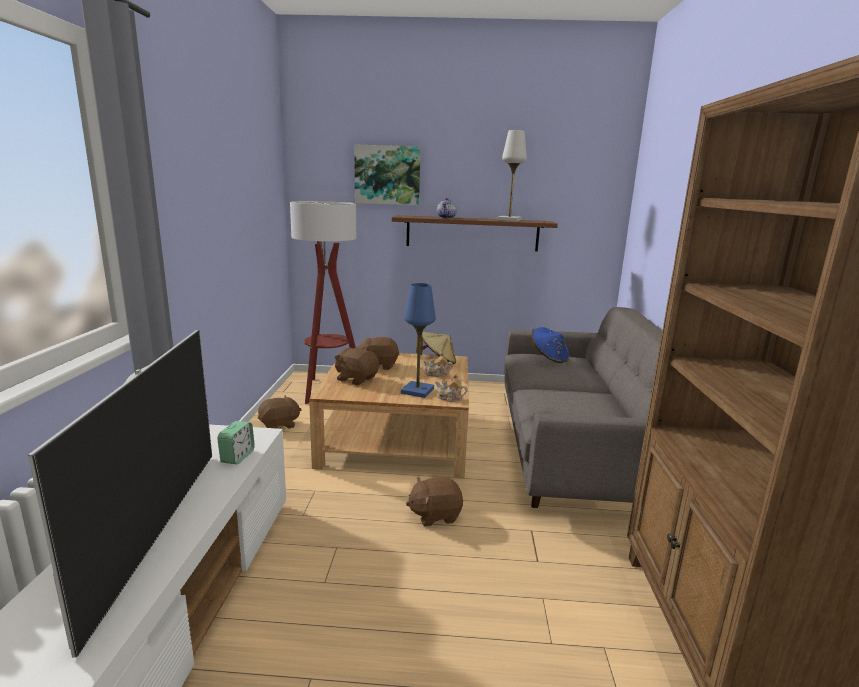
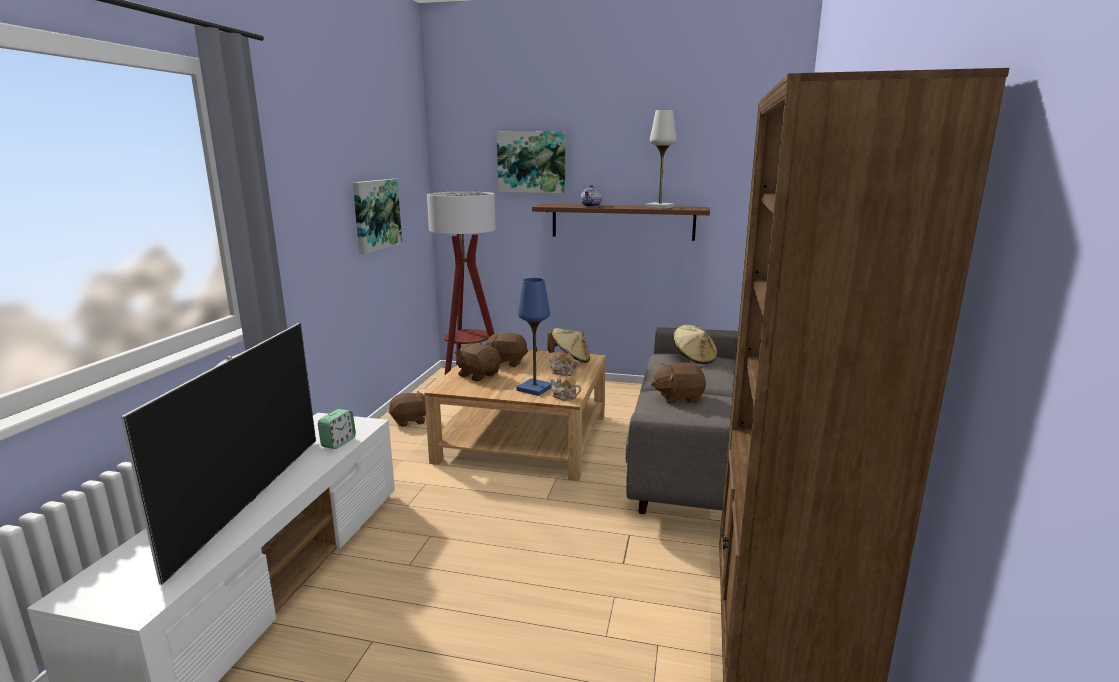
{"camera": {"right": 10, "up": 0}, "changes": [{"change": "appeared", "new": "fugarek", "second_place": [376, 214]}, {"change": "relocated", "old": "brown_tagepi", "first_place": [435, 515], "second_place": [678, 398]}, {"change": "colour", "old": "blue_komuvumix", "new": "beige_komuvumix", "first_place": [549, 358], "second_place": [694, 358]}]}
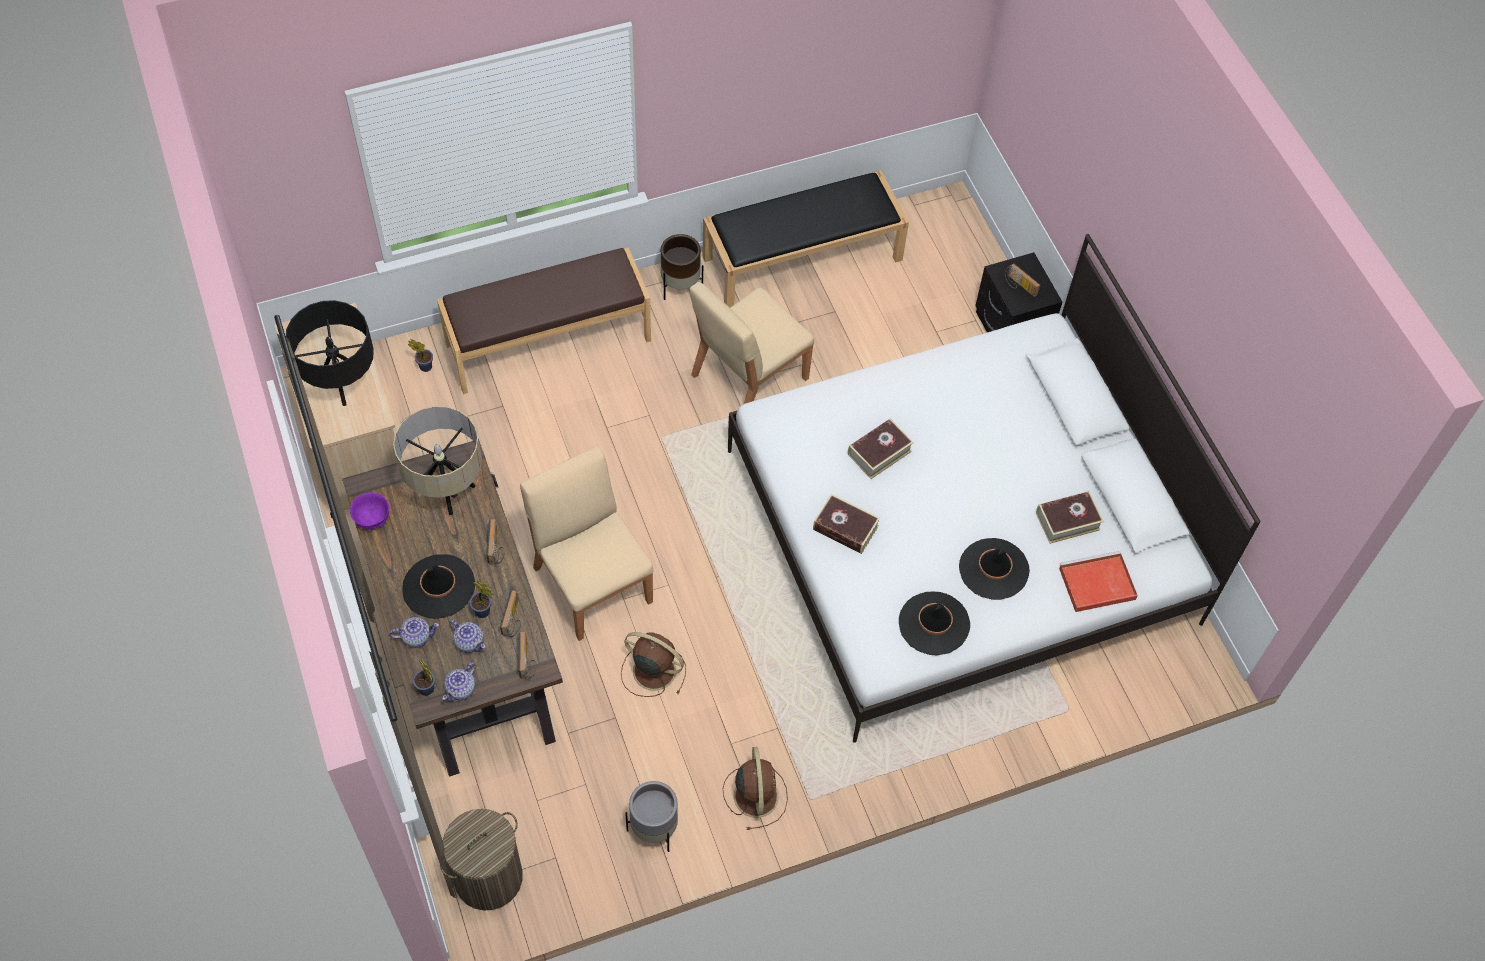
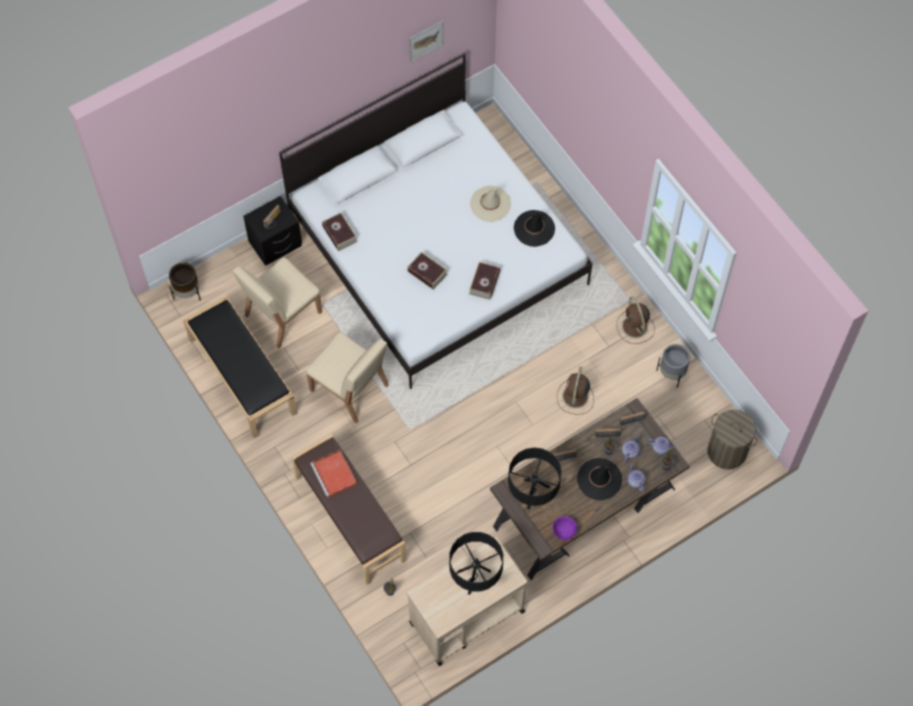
{"camera": {"right": -100, "up": 5}, "changes": [{"change": "appeared", "new": "fugarek", "second_place": [425, 41]}, {"change": "relocated", "old": "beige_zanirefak", "first_place": [592, 582], "second_place": [282, 314]}, {"change": "relocated", "old": "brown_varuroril", "first_place": [680, 287], "second_place": [188, 293]}, {"change": "relocated", "old": "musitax", "first_place": [1067, 521], "second_place": [339, 234]}, {"change": "relocated", "old": "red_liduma", "first_place": [1095, 584], "second_place": [335, 475]}, {"change": "colour", "old": "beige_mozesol", "new": "black_mozesol", "first_place": [446, 491], "second_place": [532, 494]}, {"change": "colour", "old": "black_komuvumix", "new": "beige_komuvumix", "first_place": [993, 569], "second_place": [490, 204]}, {"change": "spun", "old": "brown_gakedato", "first_place": [755, 794], "second_place": [635, 327], "degrees": -90}]}
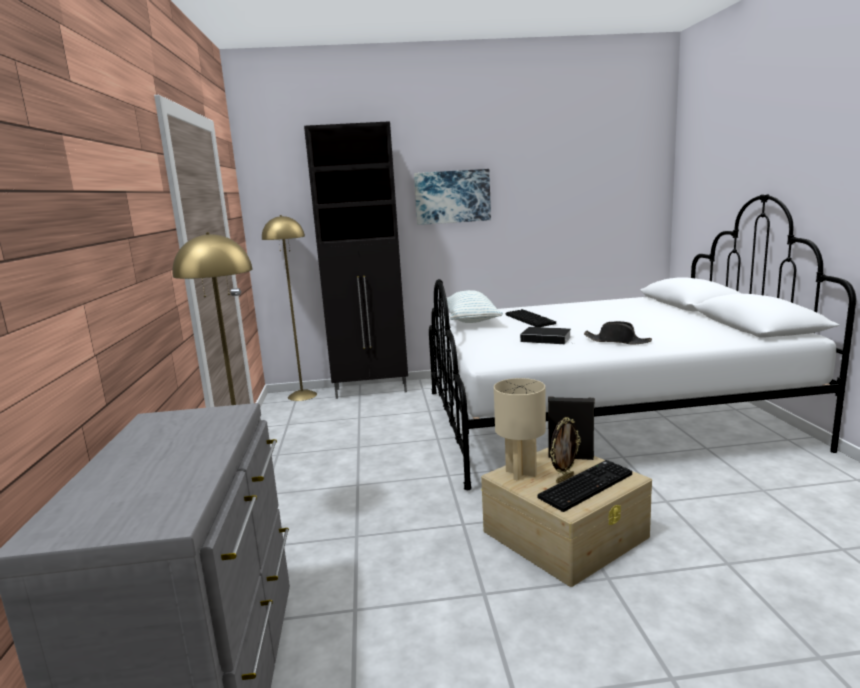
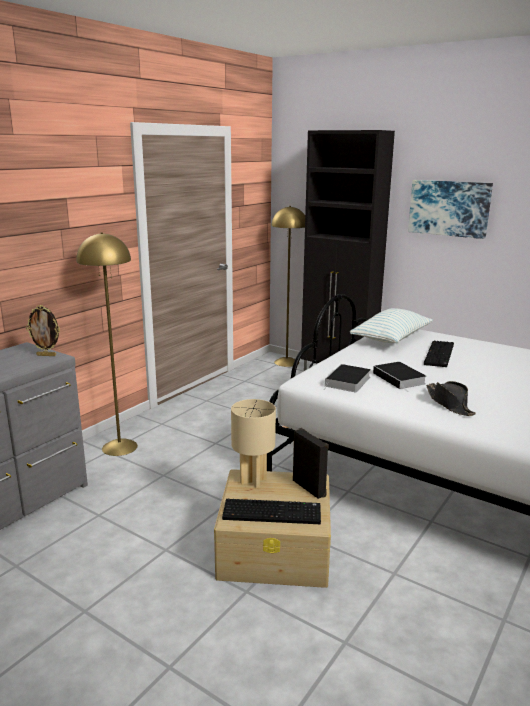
{"camera": {"right": 40, "up": 5}, "changes": [{"change": "appeared", "new": "musitax", "second_place": [347, 382]}, {"change": "relocated", "old": "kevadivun", "first_place": [564, 478], "second_place": [46, 355]}]}
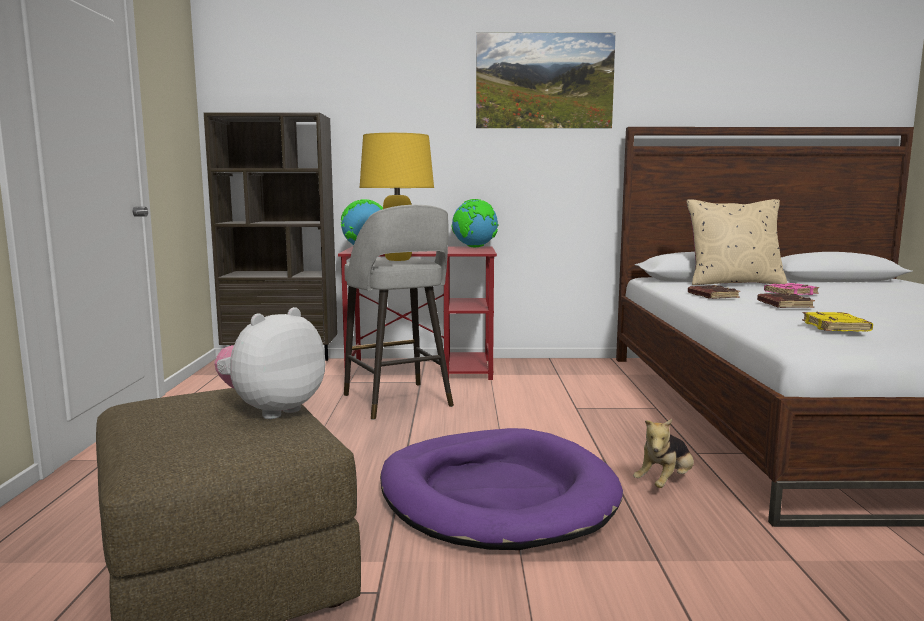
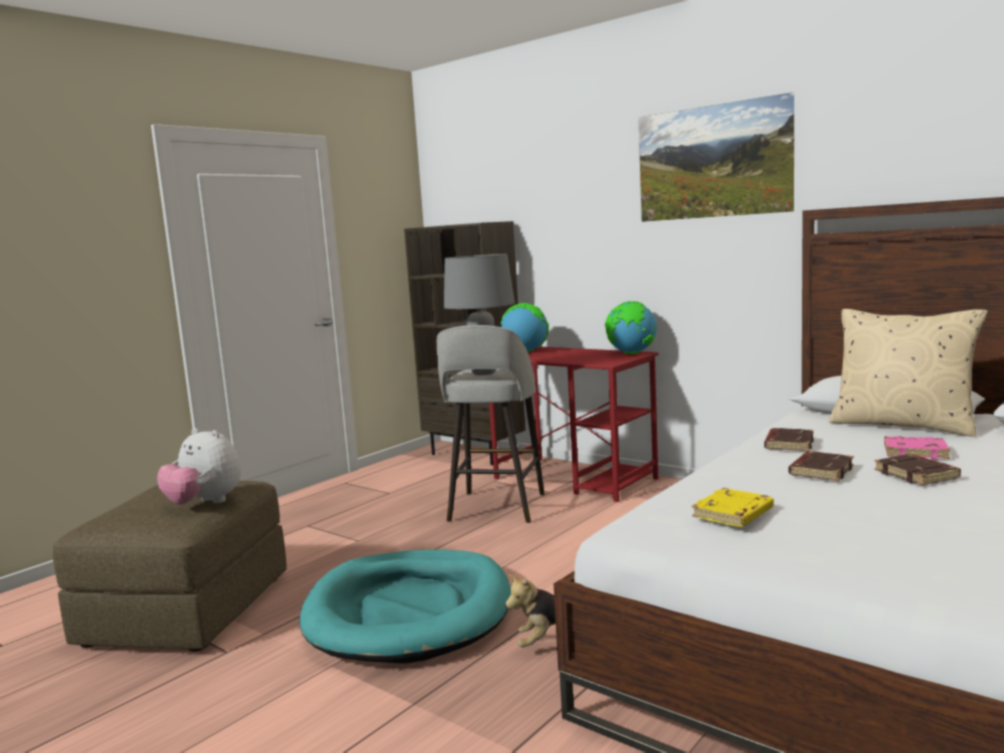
{"camera": {"right": 40, "up": 0}, "changes": [{"change": "appeared", "new": "brown_musitax", "second_place": [917, 475]}, {"change": "colour", "old": "yellow_mozesol", "new": "grey_mozesol", "first_place": [398, 260], "second_place": [484, 373]}, {"change": "colour", "old": "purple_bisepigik", "new": "turquoise_bisepigik", "first_place": [496, 495], "second_place": [409, 612]}, {"change": "spun", "old": "tagepi", "first_place": [272, 410], "second_place": [204, 503], "degrees": -135}]}
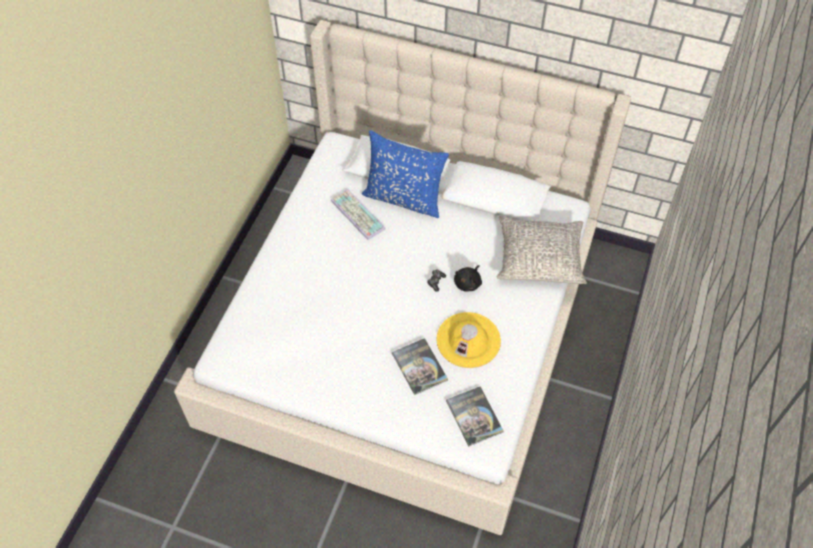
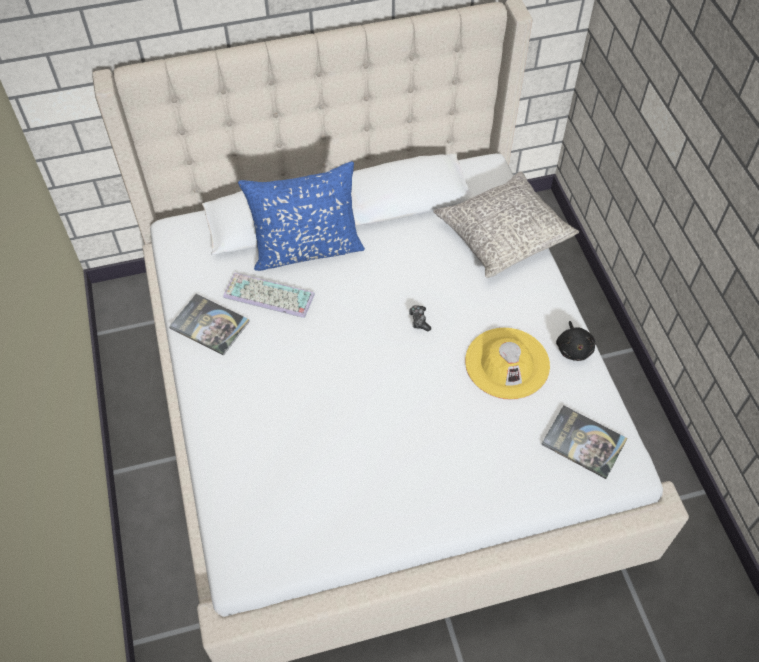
{"camera": {"right": -35, "up": 0}, "changes": [{"change": "relocated", "old": "musitax", "first_place": [419, 367], "second_place": [210, 325]}, {"change": "relocated", "old": "black_tagepi", "first_place": [468, 283], "second_place": [574, 348]}]}
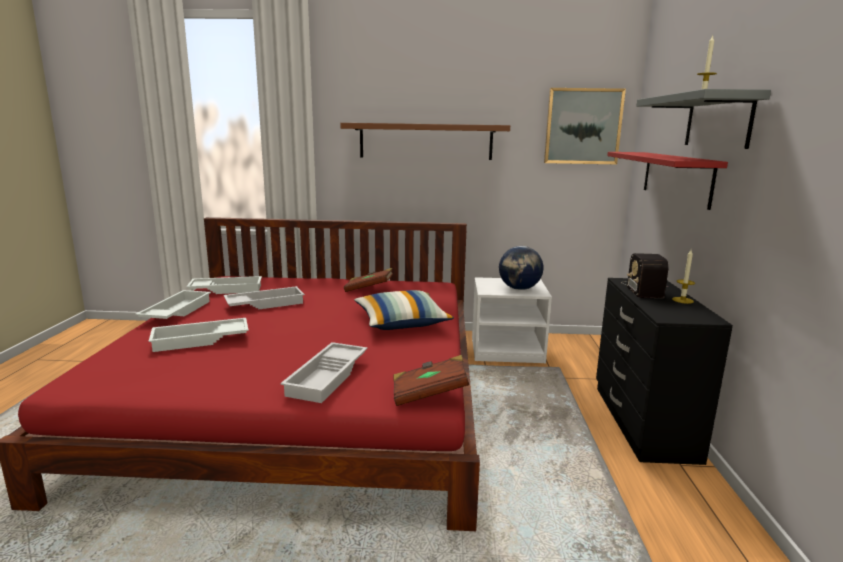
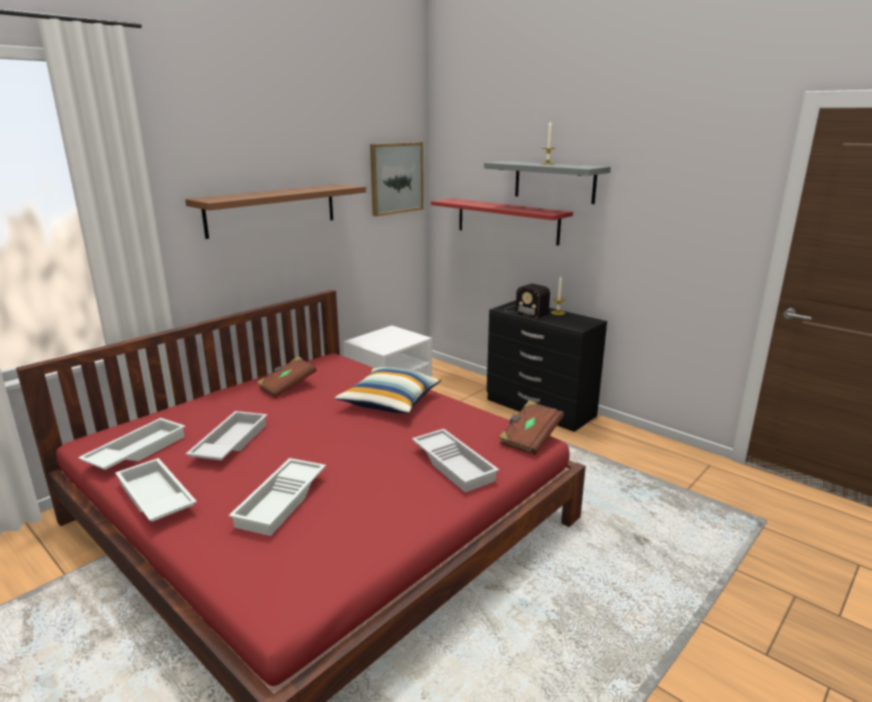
{"camera": {"right": -50, "up": 5}, "changes": [{"change": "missing", "old": "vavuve", "first_place": [519, 289]}]}
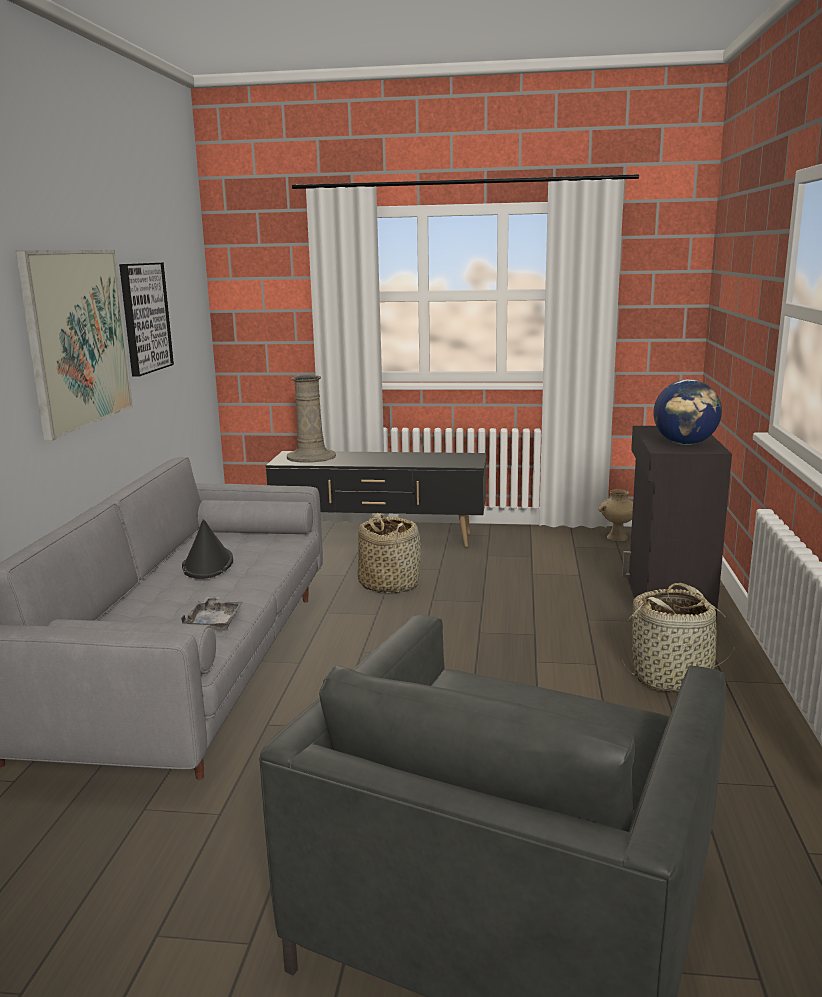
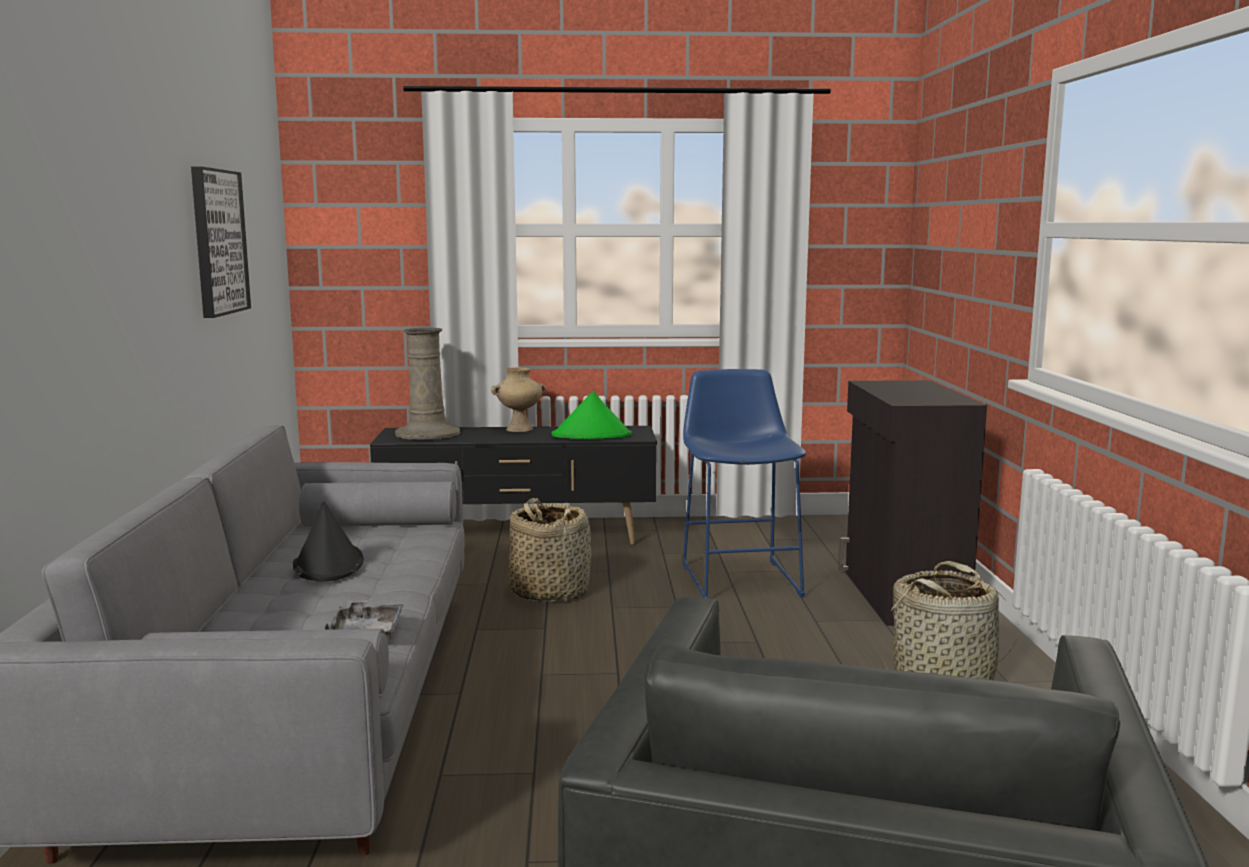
{"camera": {"right": -10, "up": -5}, "changes": [{"change": "missing", "old": "fugarek", "first_place": [77, 339]}, {"change": "missing", "old": "vavuve", "first_place": [685, 444]}, {"change": "appeared", "new": "green_komuvumix", "second_place": [592, 435]}, {"change": "appeared", "new": "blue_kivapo", "second_place": [739, 578]}, {"change": "relocated", "old": "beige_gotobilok", "first_place": [617, 537], "second_place": [520, 429]}]}
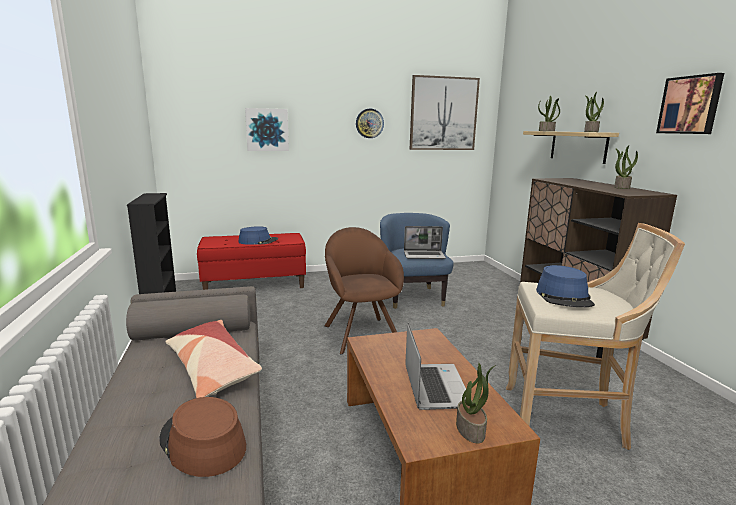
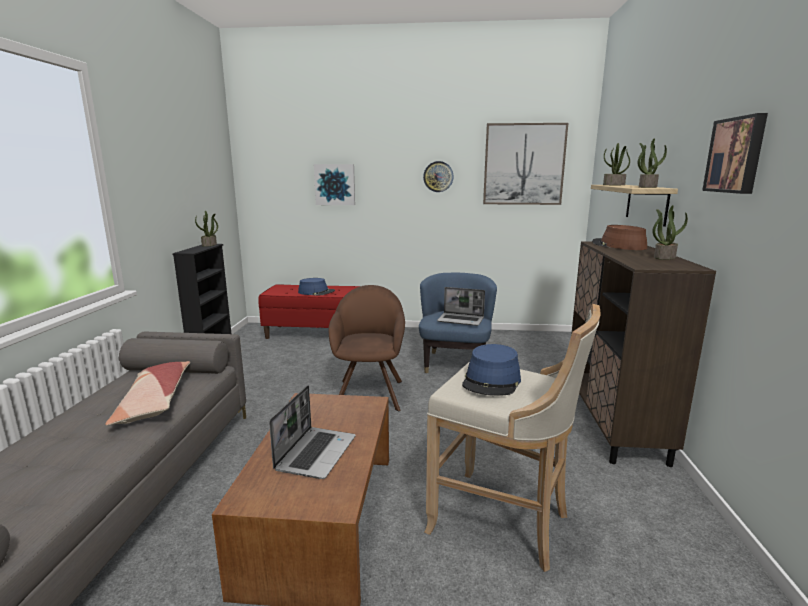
{"camera": {"right": 20, "up": 0}, "changes": [{"change": "relocated", "old": "brown_komuvumix", "first_place": [202, 443], "second_place": [618, 246]}, {"change": "relocated", "old": "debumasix", "first_place": [471, 430], "second_place": [209, 245]}]}
